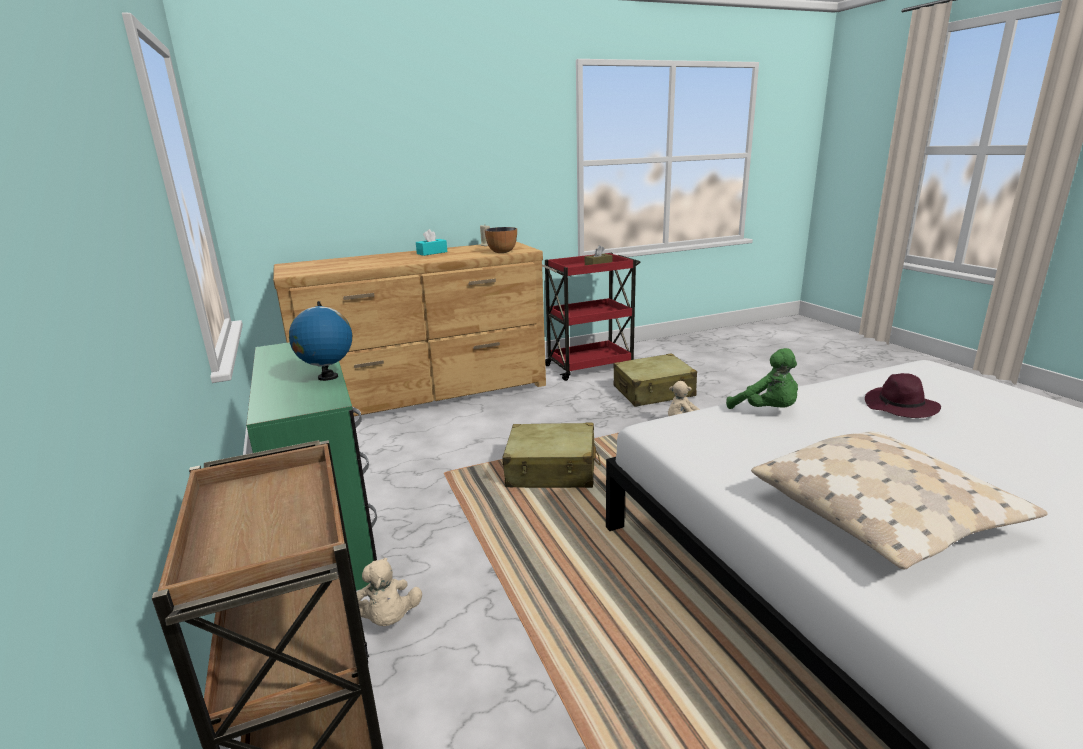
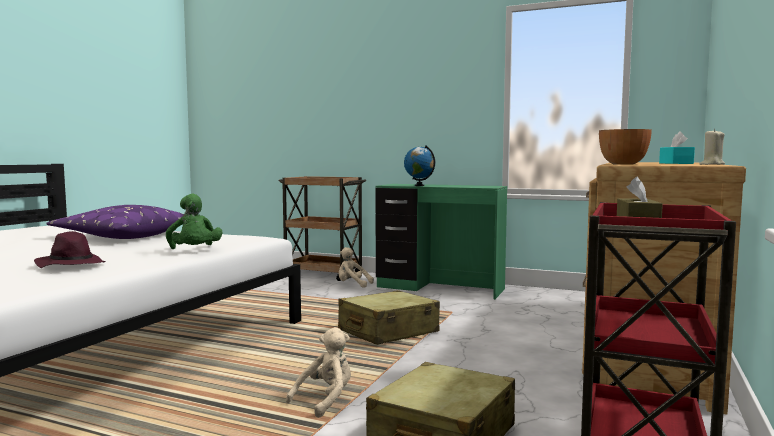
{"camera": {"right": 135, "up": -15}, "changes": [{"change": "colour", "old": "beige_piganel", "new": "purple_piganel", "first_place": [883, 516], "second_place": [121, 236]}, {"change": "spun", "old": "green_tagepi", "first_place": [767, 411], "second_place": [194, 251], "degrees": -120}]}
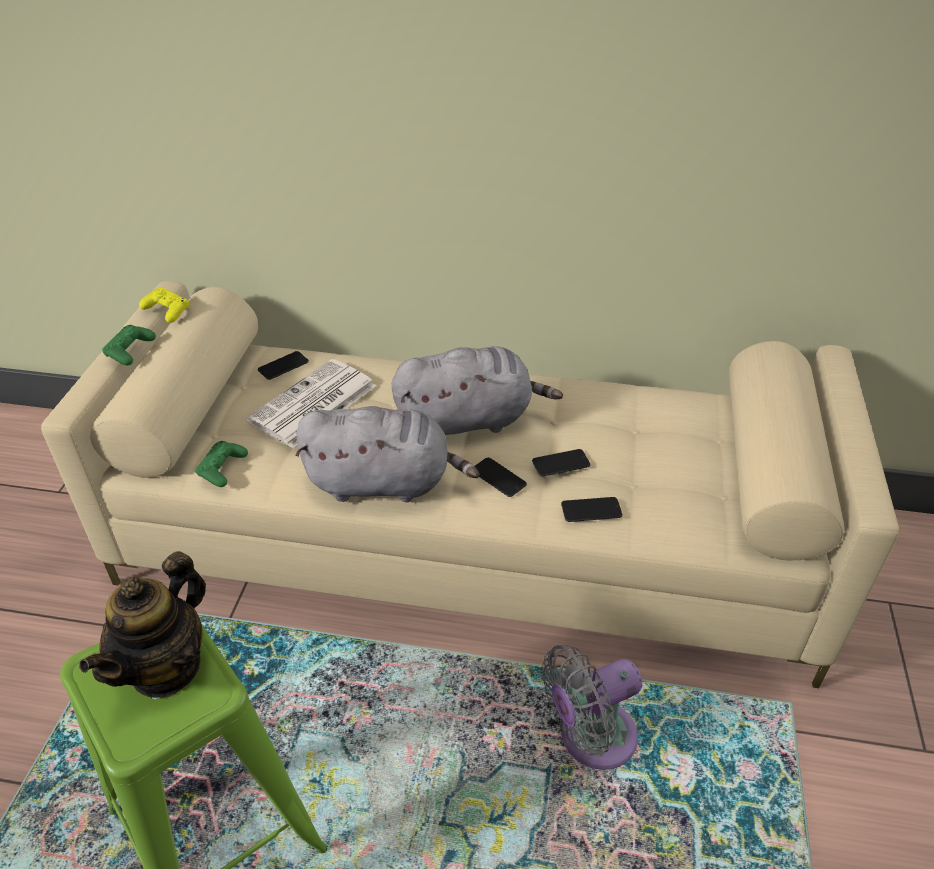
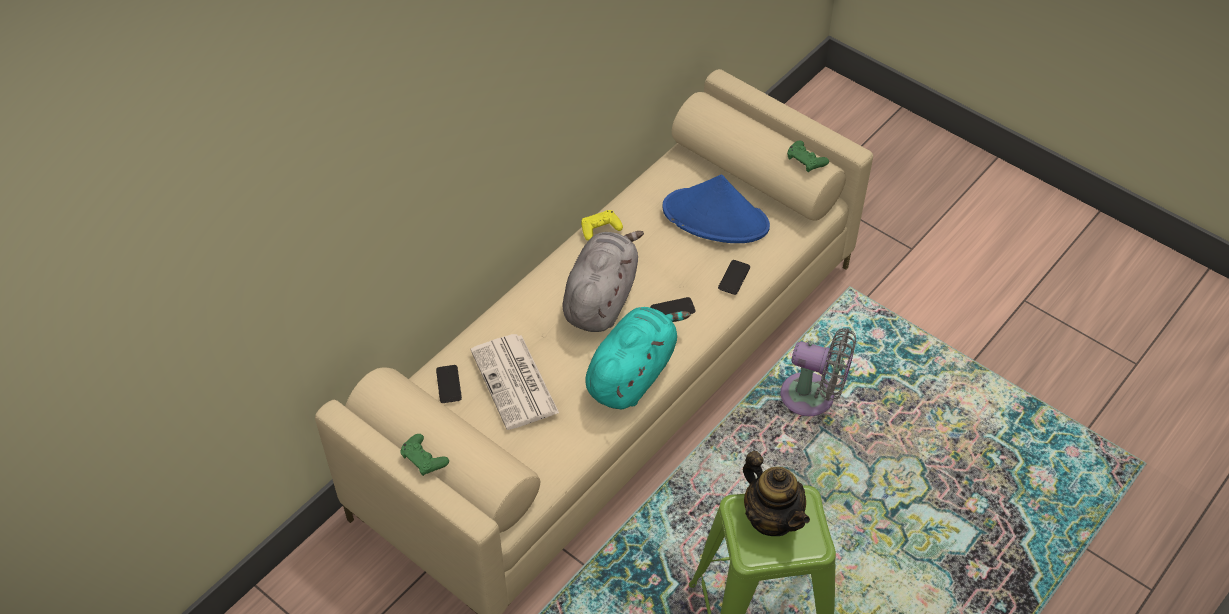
{"camera": {"right": -60, "up": 10}, "changes": [{"change": "missing", "old": "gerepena", "first_place": [561, 463]}, {"change": "appeared", "new": "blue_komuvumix", "second_place": [716, 218]}, {"change": "relocated", "old": "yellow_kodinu", "first_place": [167, 310], "second_place": [600, 228]}, {"change": "relocated", "old": "green_kodinu", "first_place": [222, 468], "second_place": [806, 160]}, {"change": "colour", "old": "grey_tagepi", "new": "turquoise_tagepi", "first_place": [385, 483], "second_place": [632, 373]}, {"change": "spun", "old": "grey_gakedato", "first_place": [590, 738], "second_place": [813, 397], "degrees": -75}]}
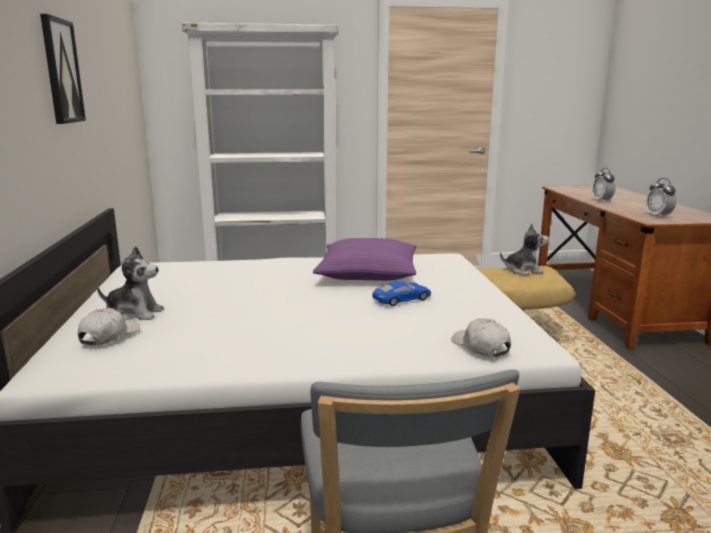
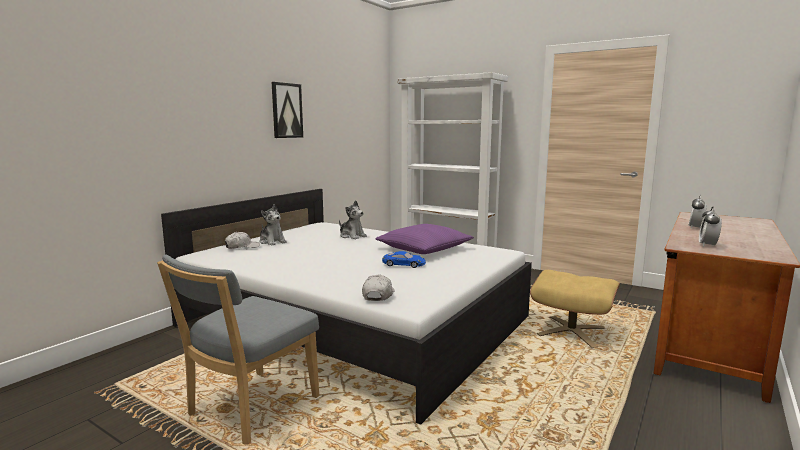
{"camera": {"right": 40, "up": -5}, "changes": [{"change": "relocated", "old": "tagepi", "first_place": [523, 270], "second_place": [352, 236]}]}
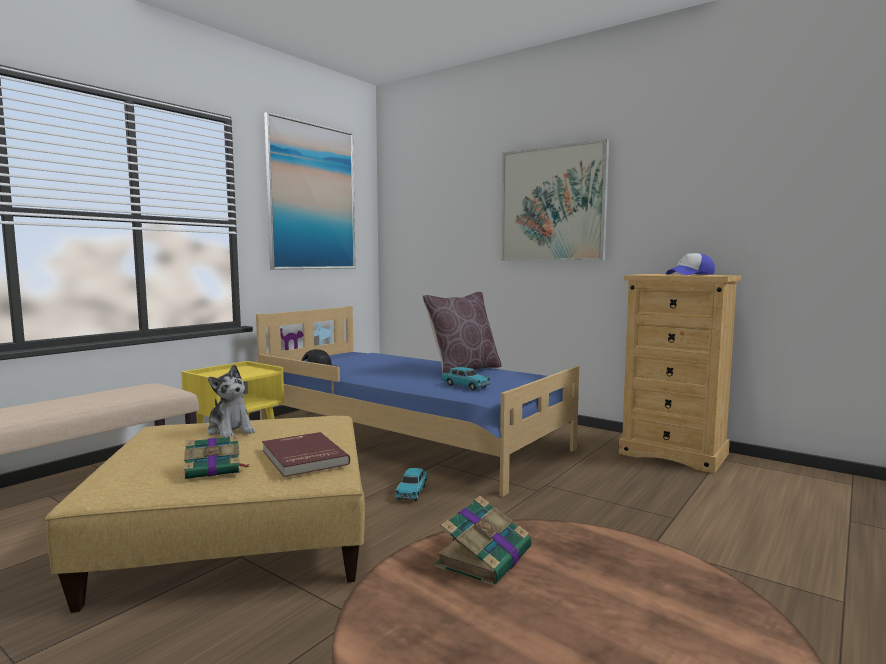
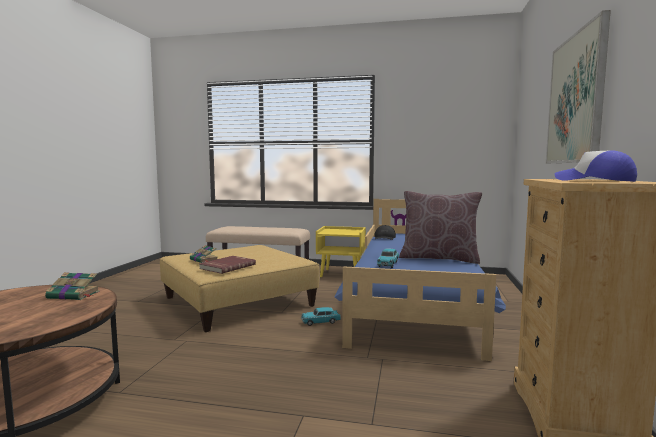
{"camera": {"right": 65, "up": 0}, "changes": [{"change": "missing", "old": "tagepi", "first_place": [230, 431]}, {"change": "missing", "old": "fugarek", "first_place": [312, 197]}]}
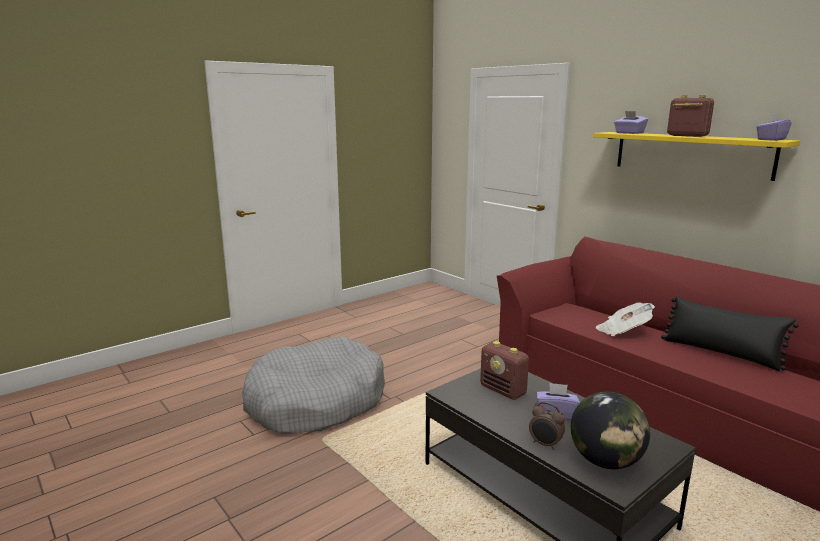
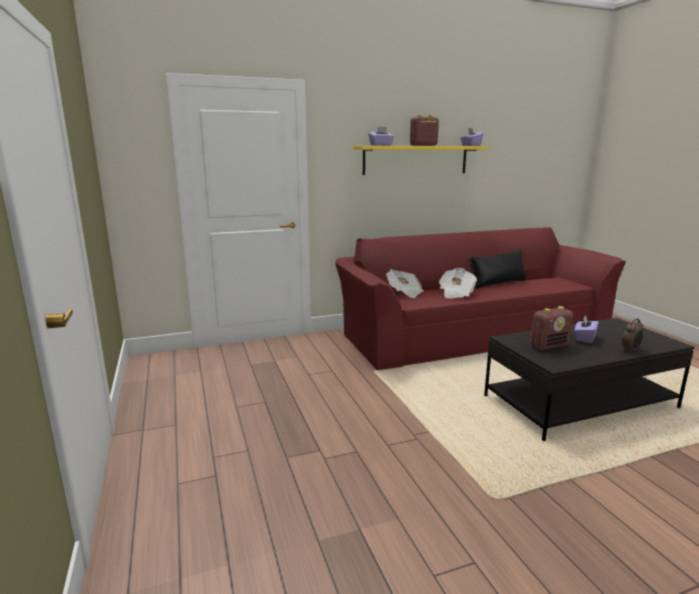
{"camera": {"right": -70, "up": 0}, "changes": [{"change": "missing", "old": "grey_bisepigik", "first_place": [315, 401]}, {"change": "missing", "old": "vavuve", "first_place": [605, 461]}, {"change": "appeared", "new": "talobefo", "second_place": [404, 292]}]}
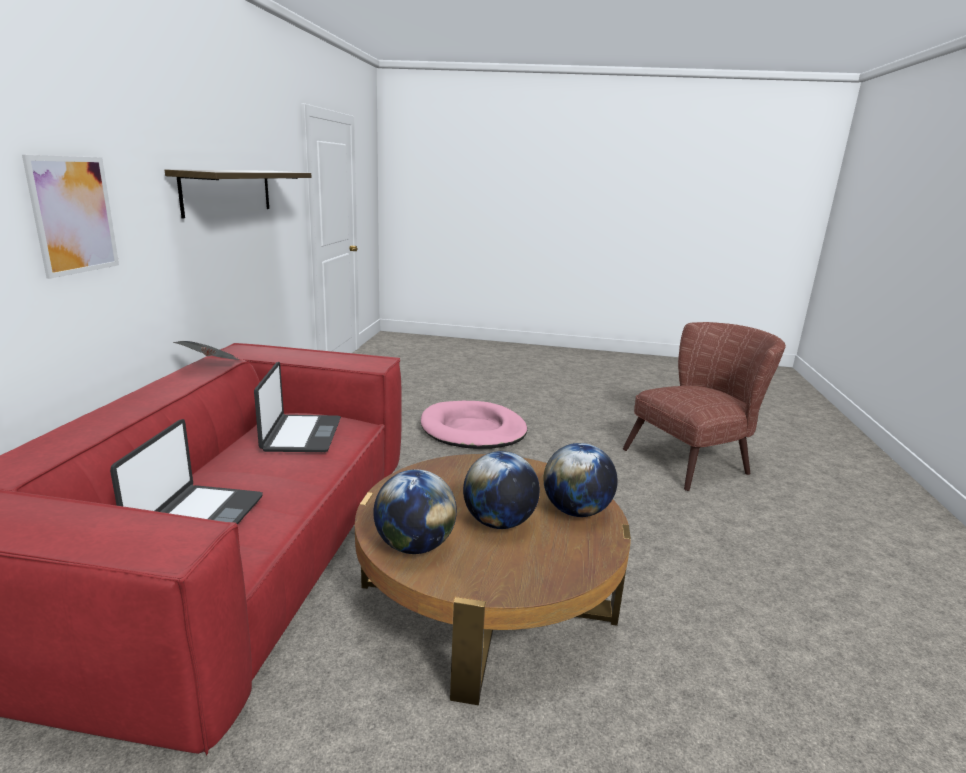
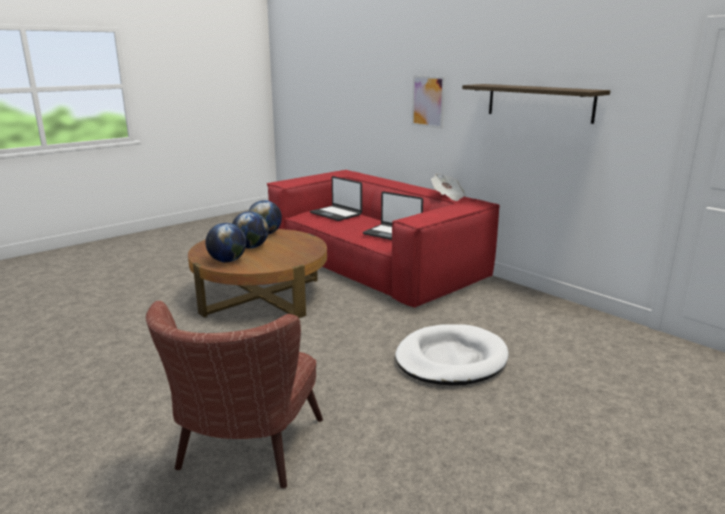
{"camera": {"right": 130, "up": 0}, "changes": [{"change": "colour", "old": "pink_bisepigik", "new": "white_bisepigik", "first_place": [473, 430], "second_place": [450, 359]}]}
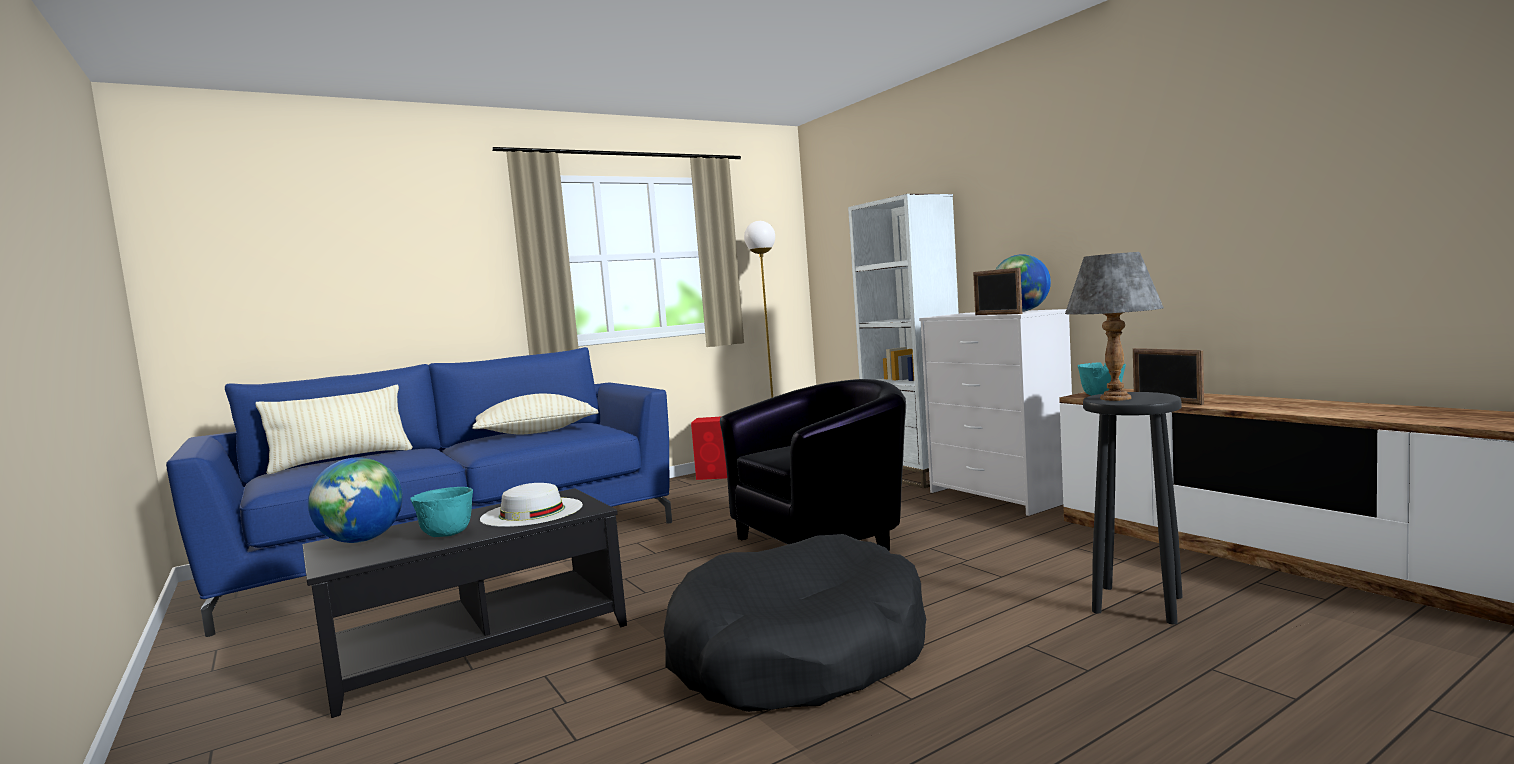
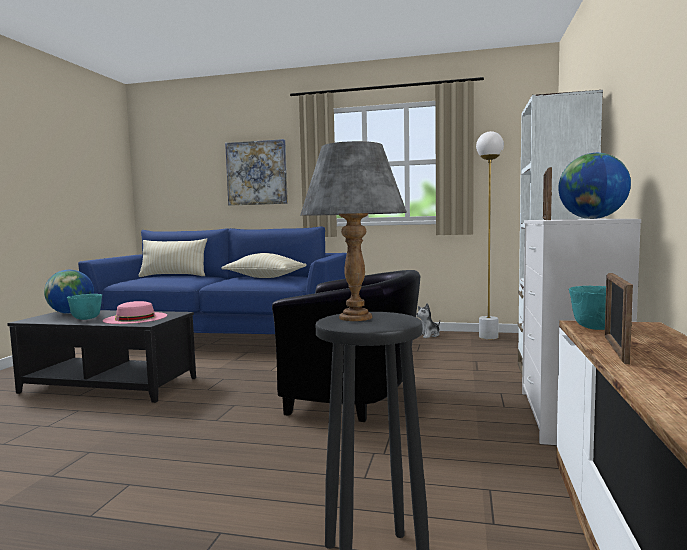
{"camera": {"right": 45, "up": 0}, "changes": [{"change": "missing", "old": "black_bisepigik", "first_place": [798, 653]}, {"change": "appeared", "new": "fugarek", "second_place": [257, 173]}, {"change": "exchanged", "old": "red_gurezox", "new": "tagepi", "first_place": [715, 475], "second_place": [428, 335]}, {"change": "colour", "old": "white_komuvumix", "new": "pink_komuvumix", "first_place": [532, 512], "second_place": [135, 318]}]}
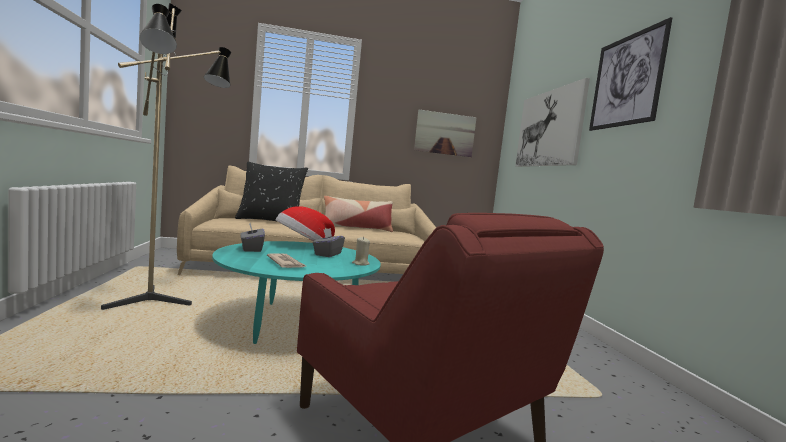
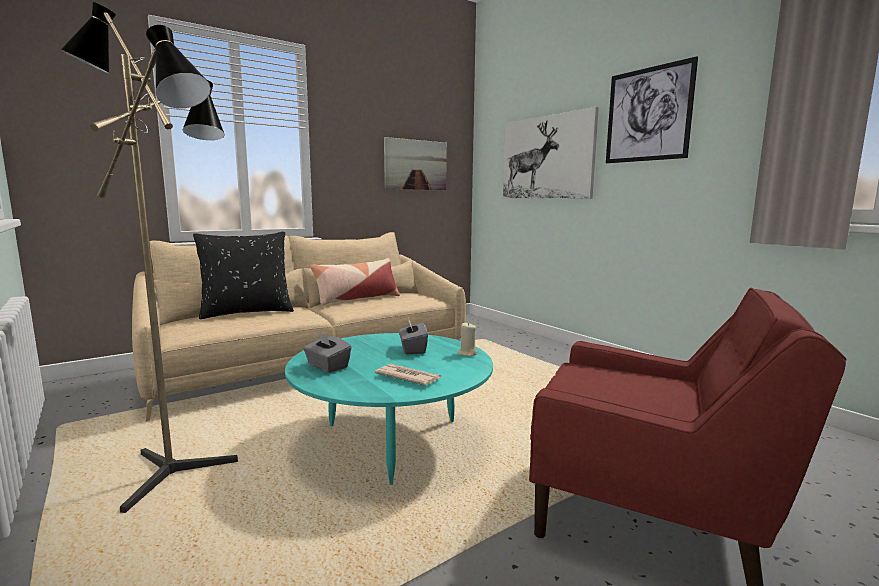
{"camera": {"right": -25, "up": 5}, "changes": [{"change": "missing", "old": "komuvumix", "first_place": [302, 245]}]}
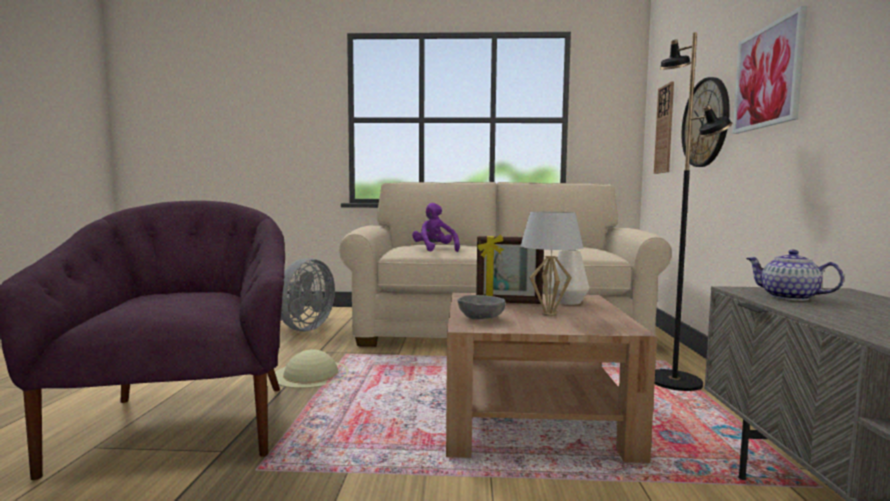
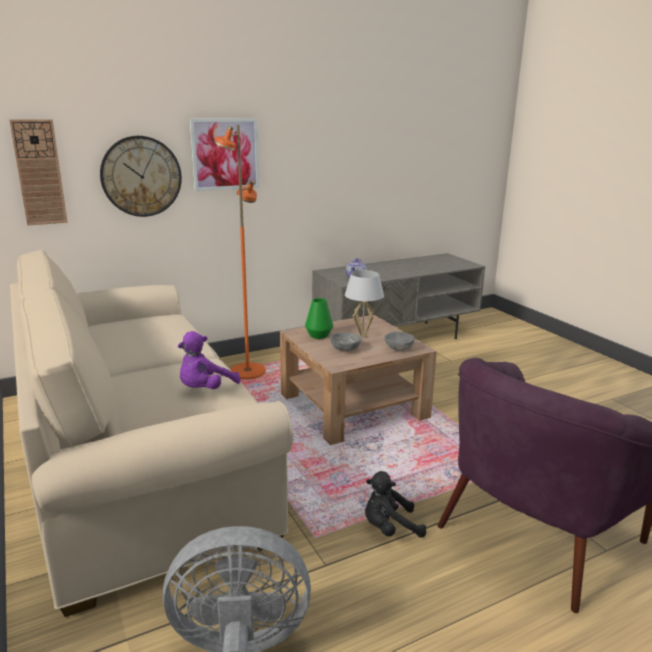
{"camera": {"right": -120, "up": 15}, "changes": [{"change": "exchanged", "old": "beige_komuvumix", "new": "black_tagepi", "first_place": [311, 374], "second_place": [389, 528]}, {"change": "exchanged", "old": "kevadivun", "new": "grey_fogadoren", "first_place": [508, 303], "second_place": [345, 349]}, {"change": "colour", "old": "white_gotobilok", "new": "green_gotobilok", "first_place": [568, 302], "second_place": [318, 335]}, {"change": "colour", "old": "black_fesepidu", "new": "orange_fesepidu", "first_place": [674, 381], "second_place": [247, 372]}]}
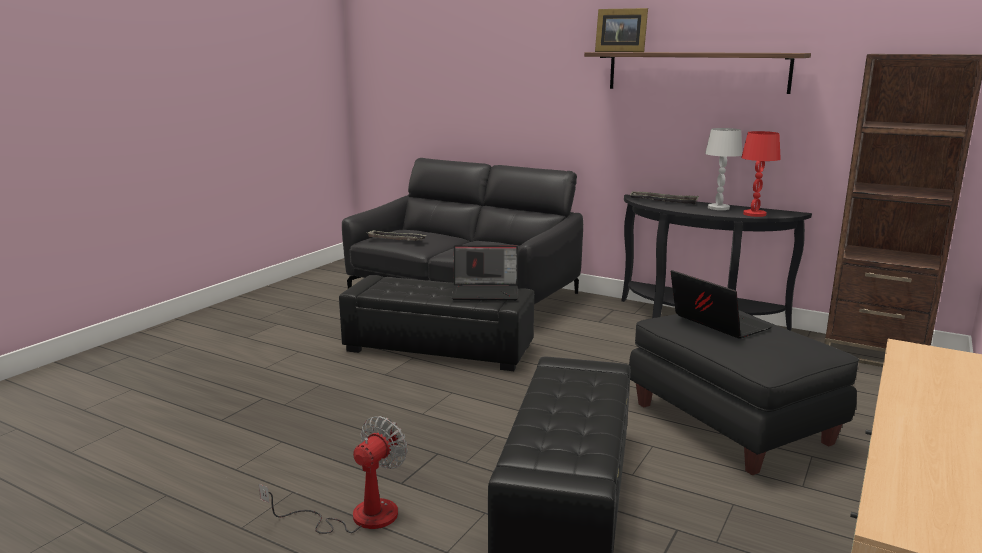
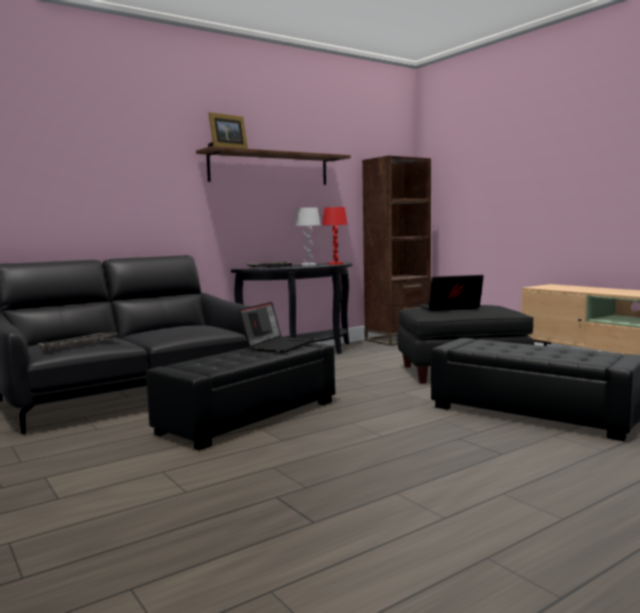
{"camera": {"right": -65, "up": -10}, "changes": [{"change": "missing", "old": "gakedato", "first_place": [357, 516]}]}
